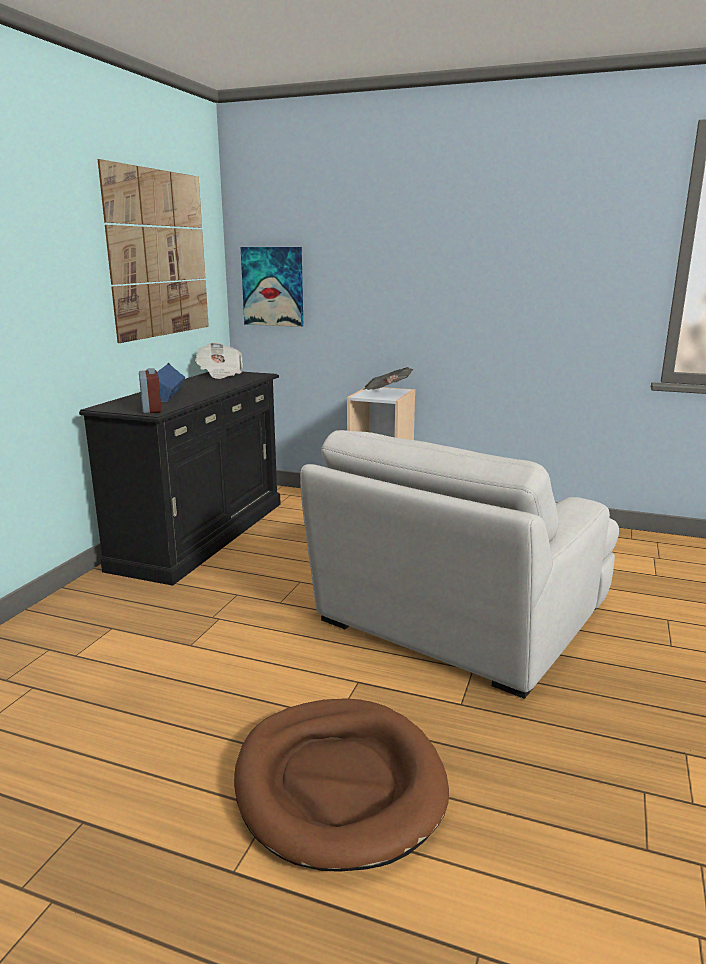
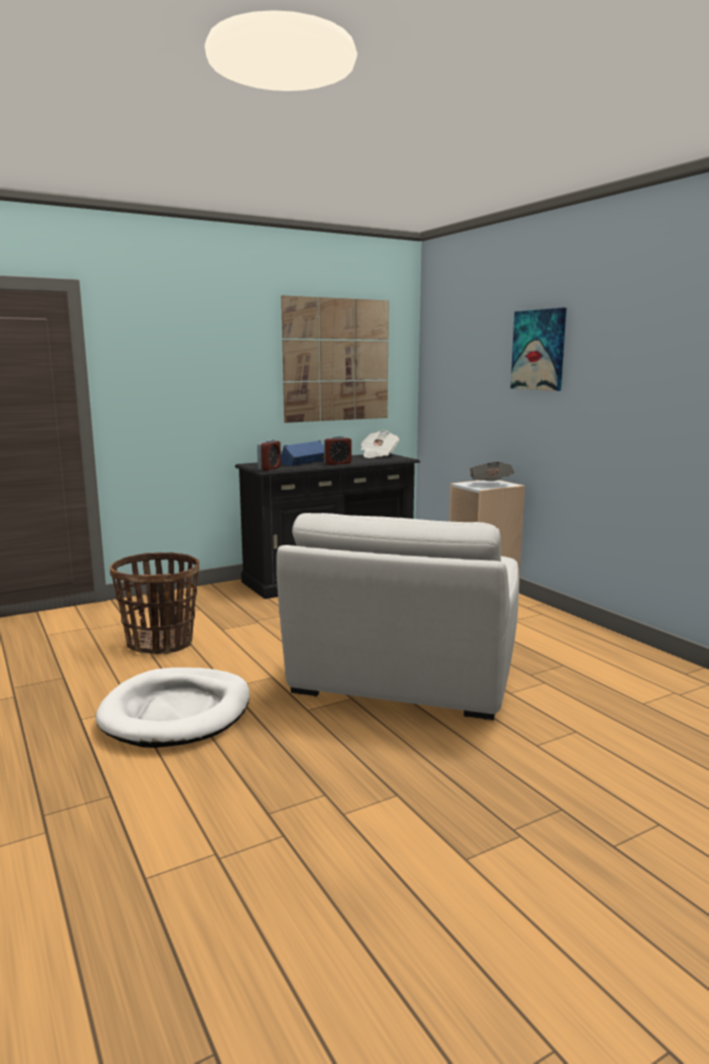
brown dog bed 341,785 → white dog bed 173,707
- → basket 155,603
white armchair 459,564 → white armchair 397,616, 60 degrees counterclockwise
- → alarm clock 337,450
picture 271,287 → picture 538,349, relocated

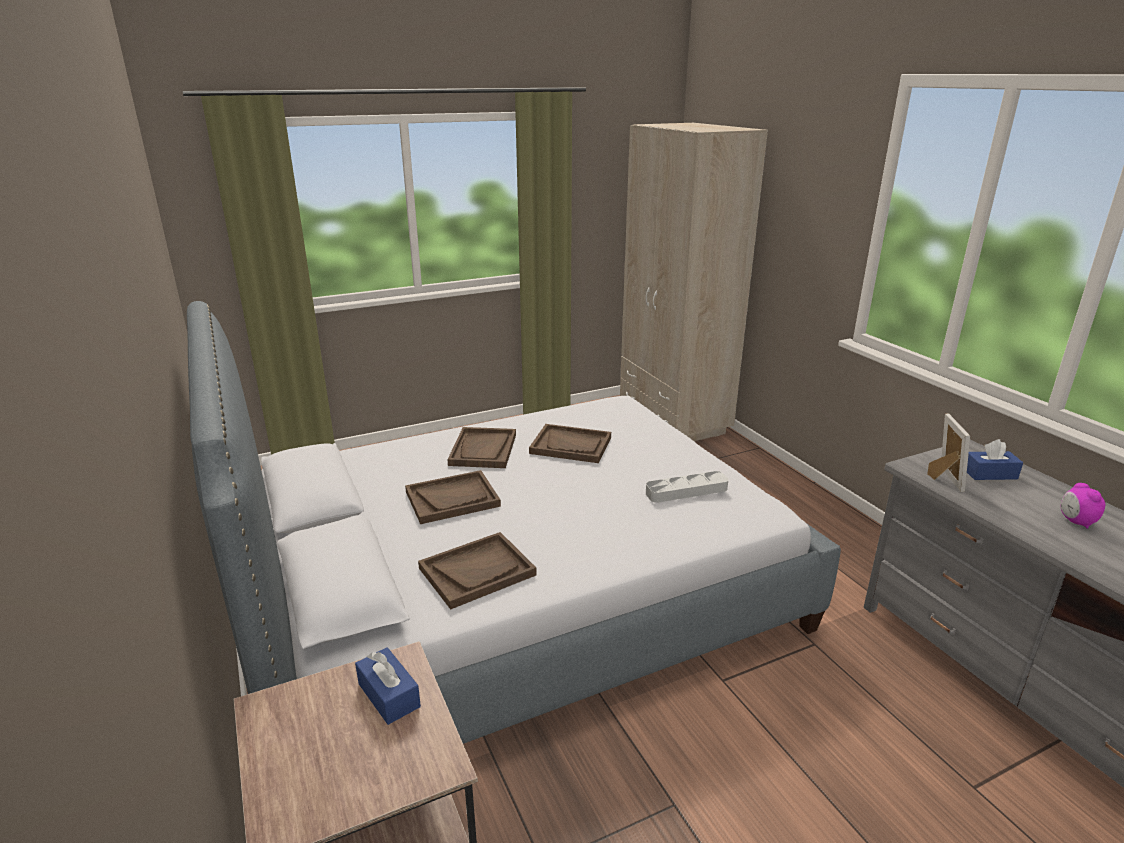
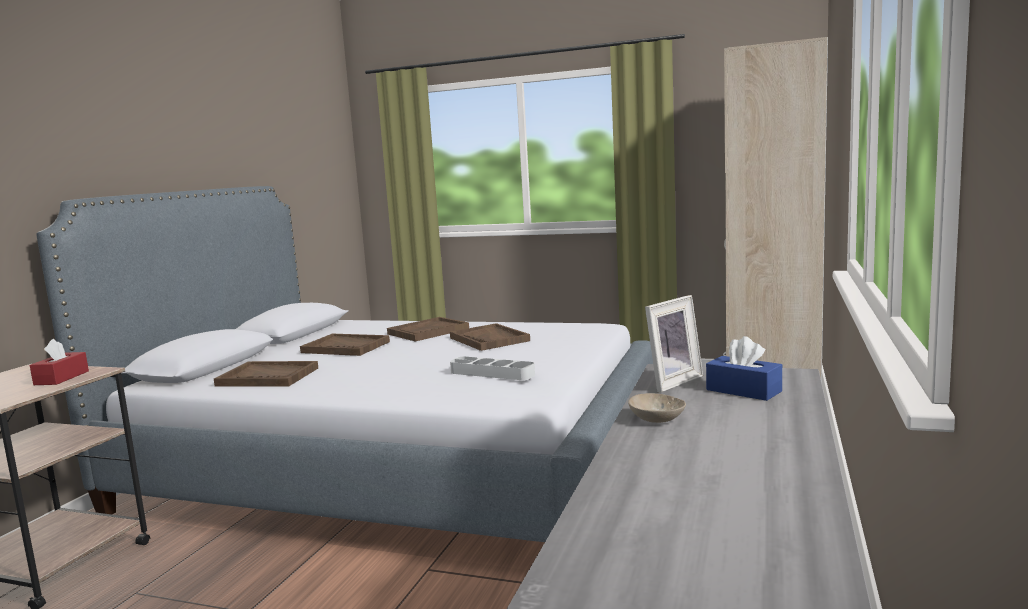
blue tissue box 388,686 → red tissue box 59,362
- → beige bowl 657,408
alarm clock 1083,506 → -

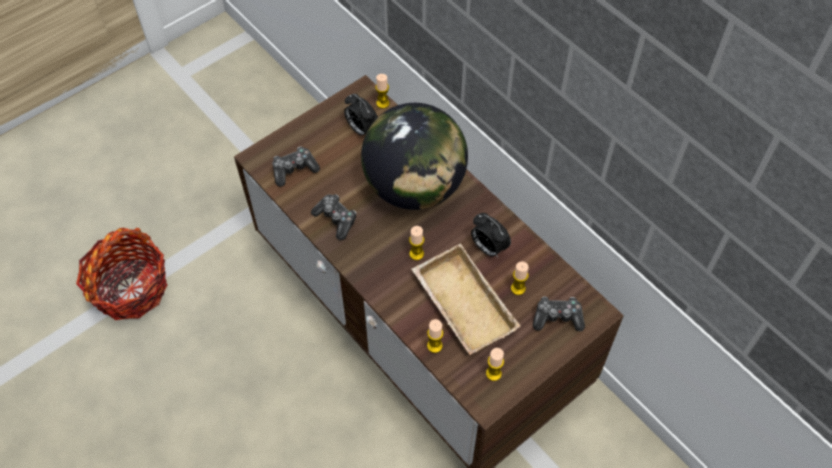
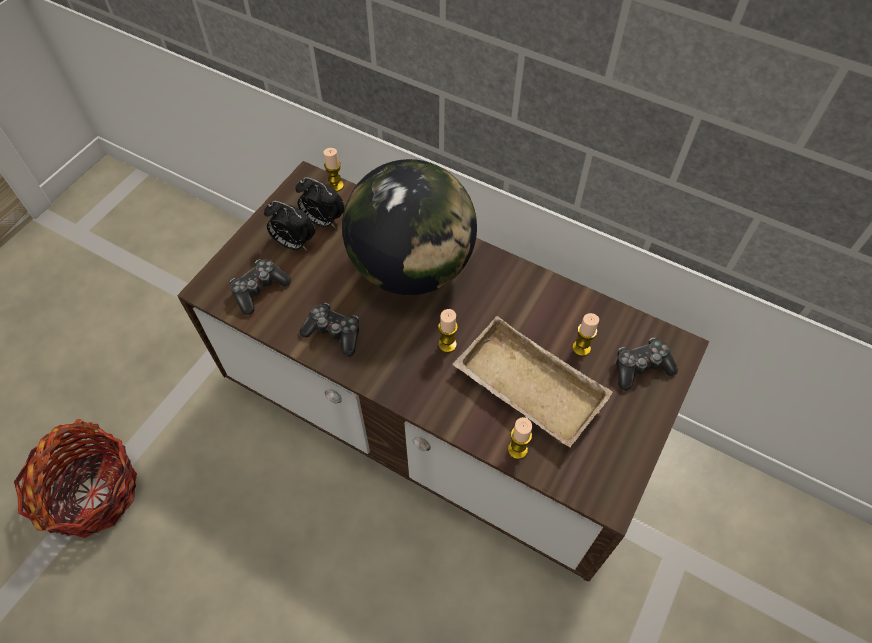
alarm clock 491,235 → alarm clock 289,225, relocated
candle 495,364 → -

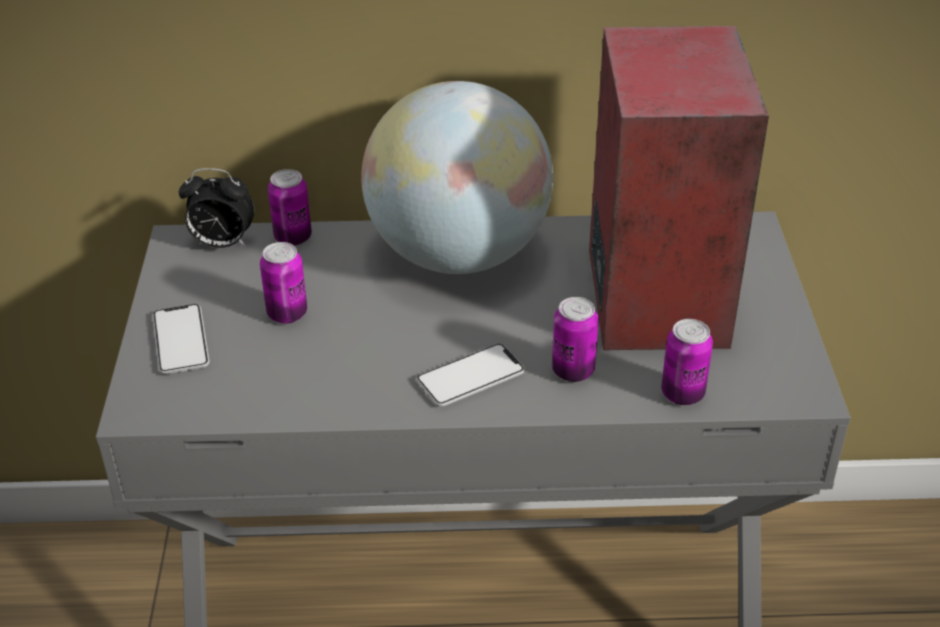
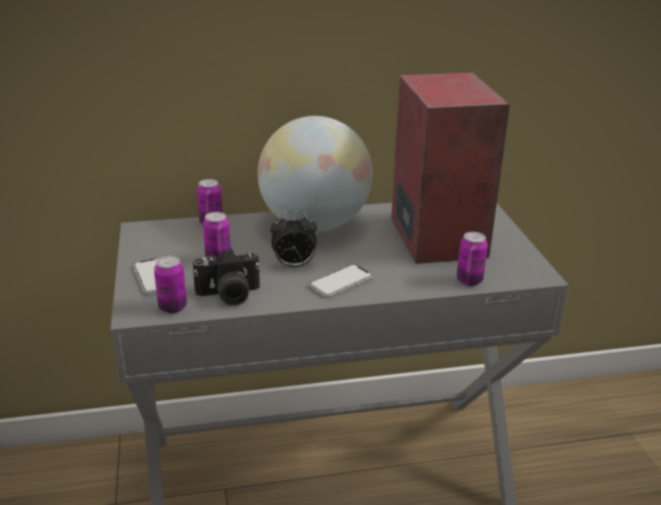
can 575,339 → can 170,285, relocated
- → photo camera 226,277
alarm clock 217,208 → alarm clock 293,239, relocated

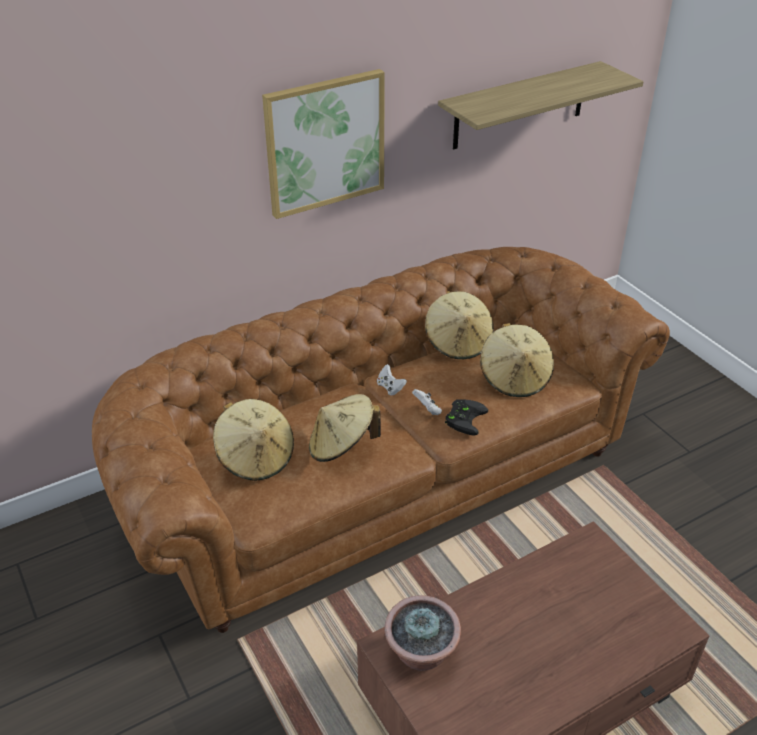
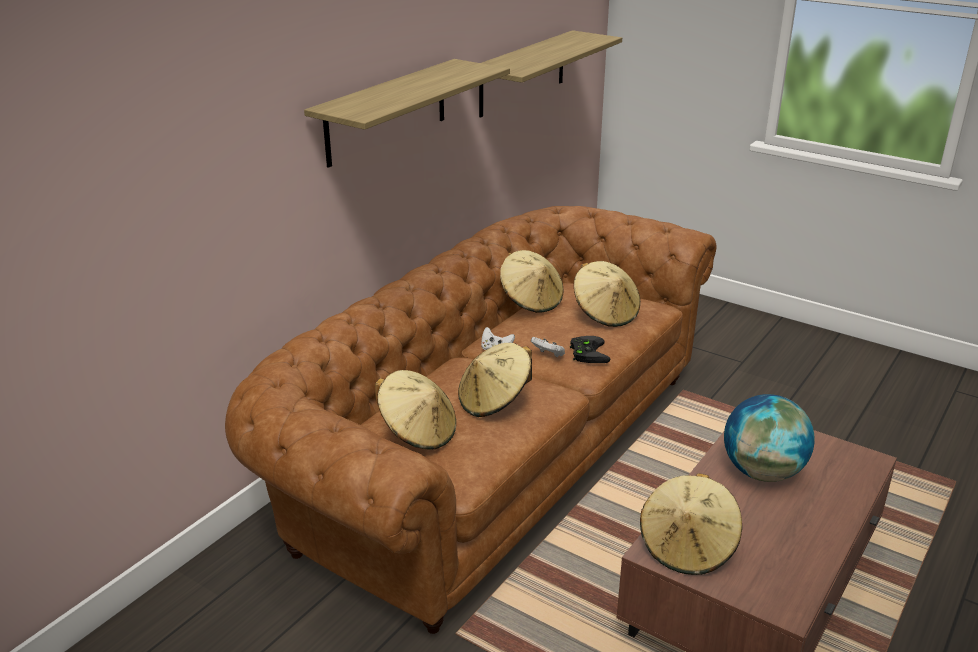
picture 323,144 → shelf 407,113
potted plant 423,633 → beige hat 691,524
- → globe 769,438

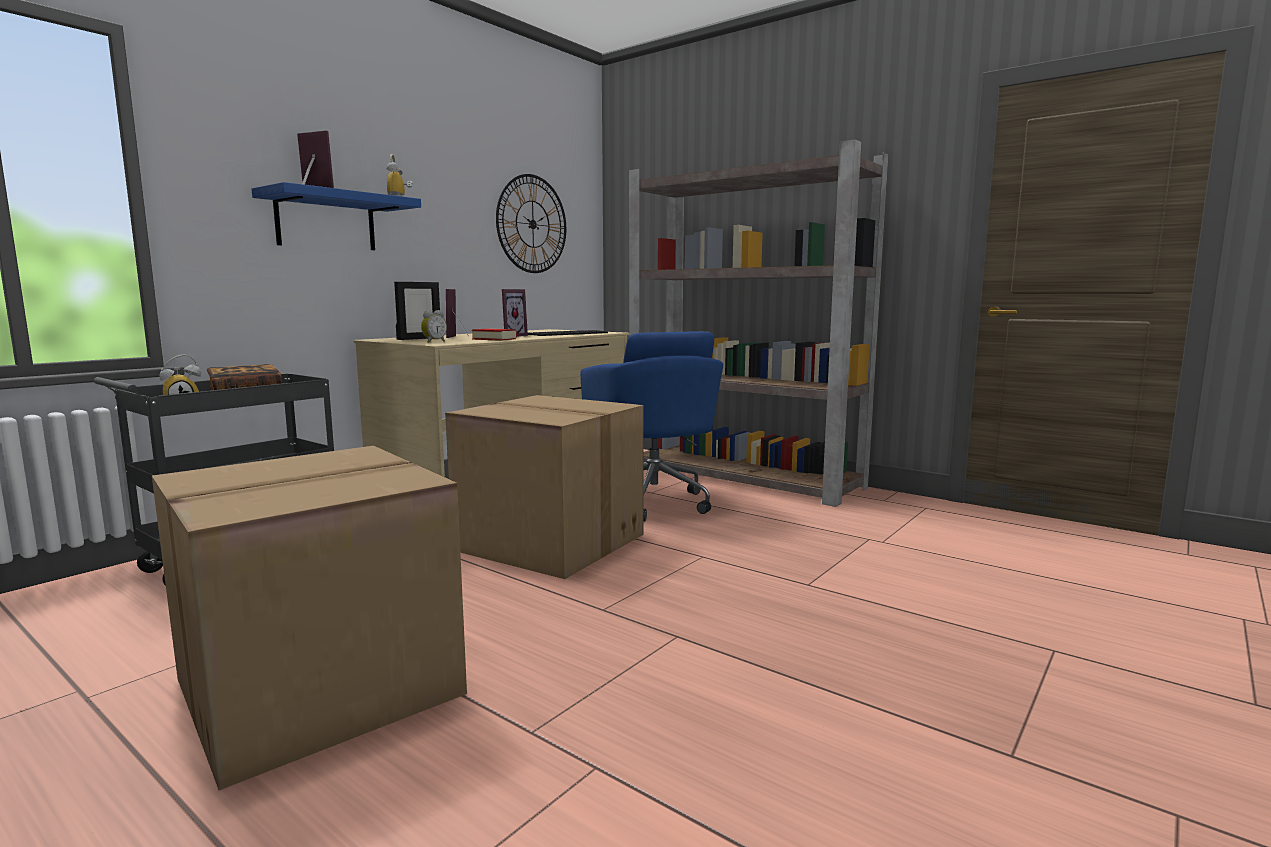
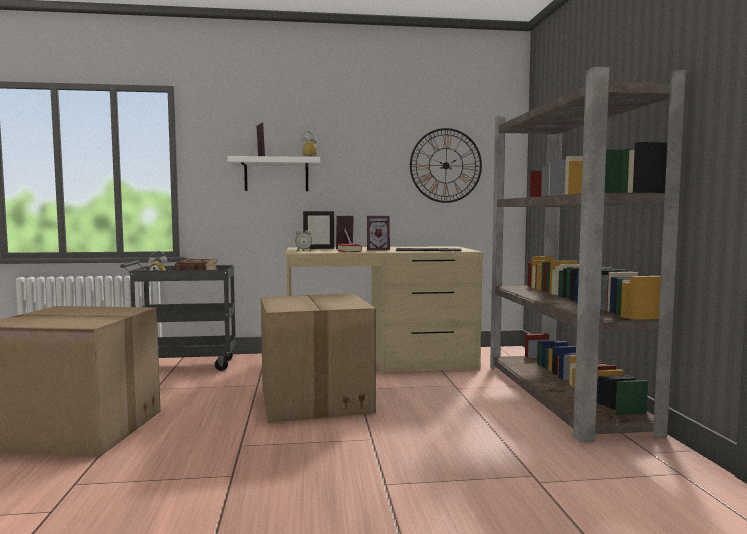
blue shelf 336,216 → white shelf 274,173
blue office chair 651,426 → -

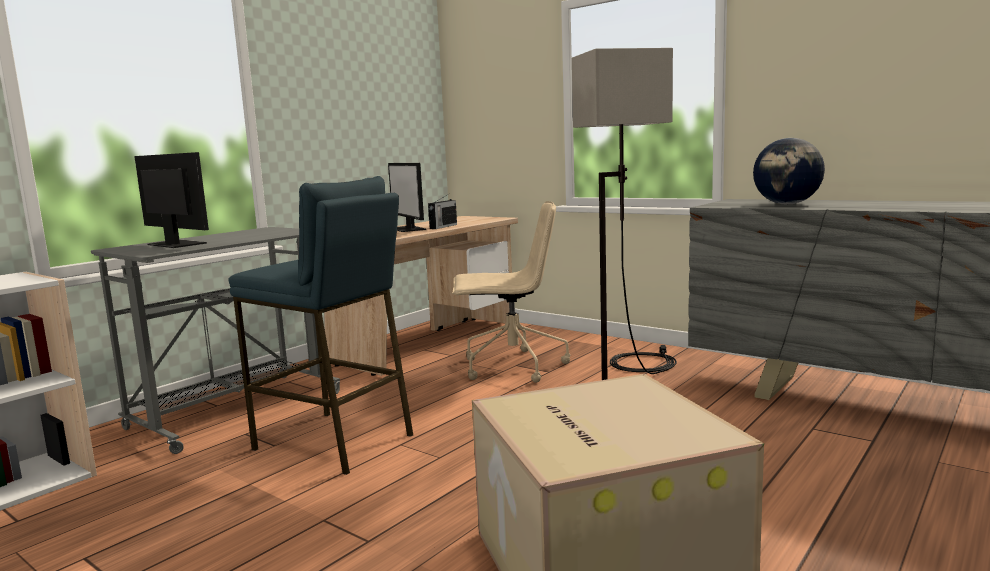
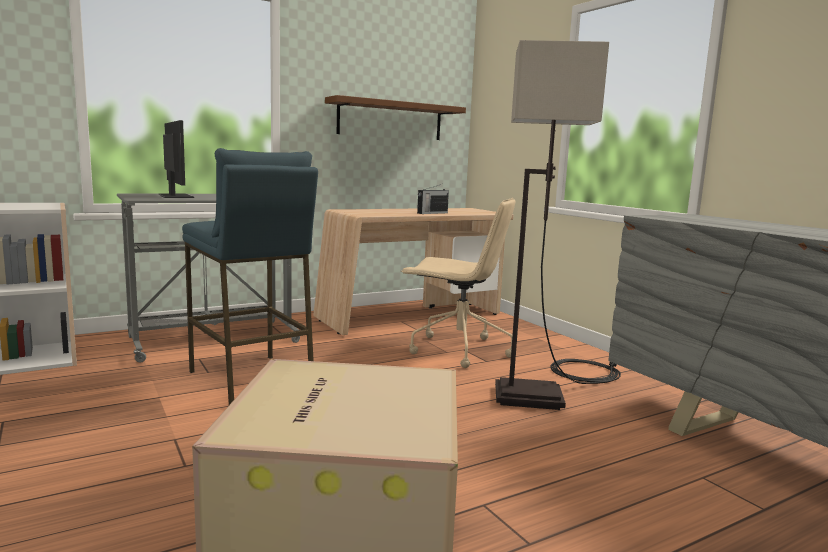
- → brown shelf 395,117
monitor 407,197 → -
globe 789,171 → -

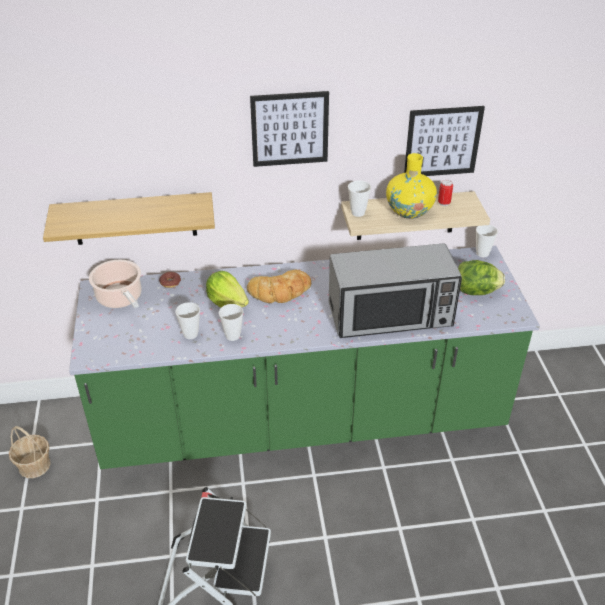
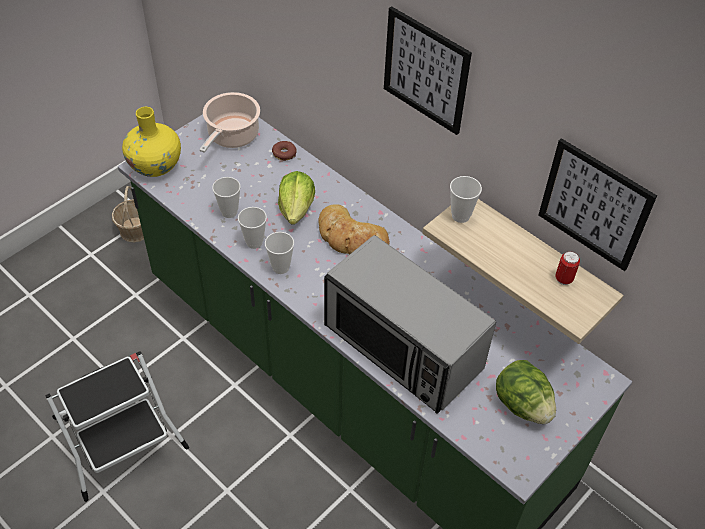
yellow vase 411,186 → yellow vase 151,142, relocated
cup 487,241 → cup 279,253, relocated
shelf 129,218 → -

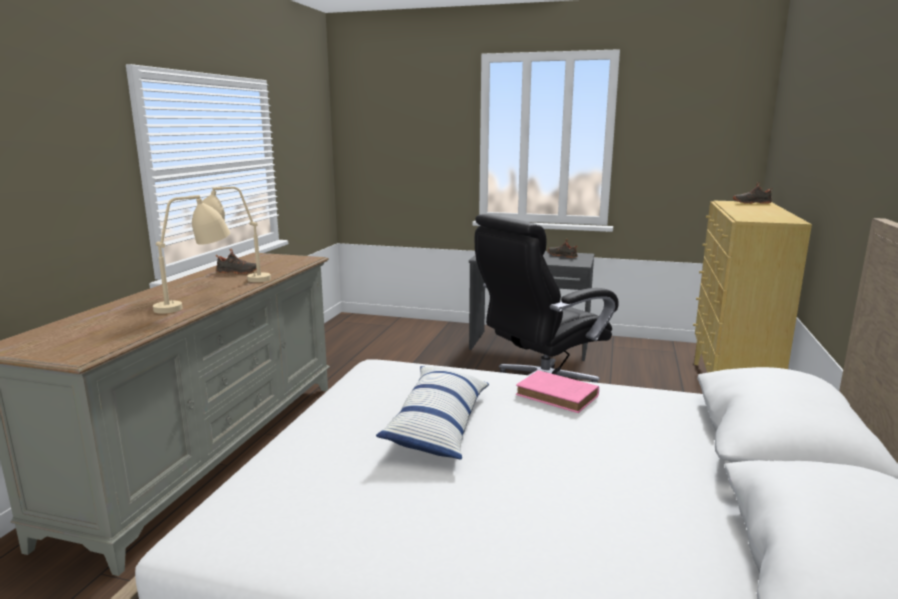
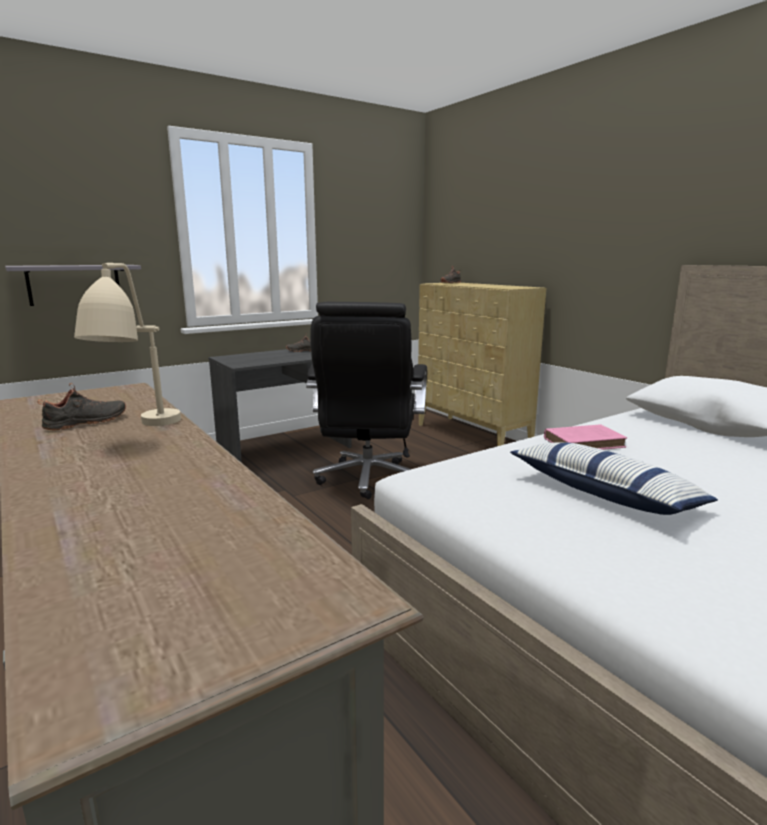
- → grey shelf 73,285
beige table lamp 191,254 → -

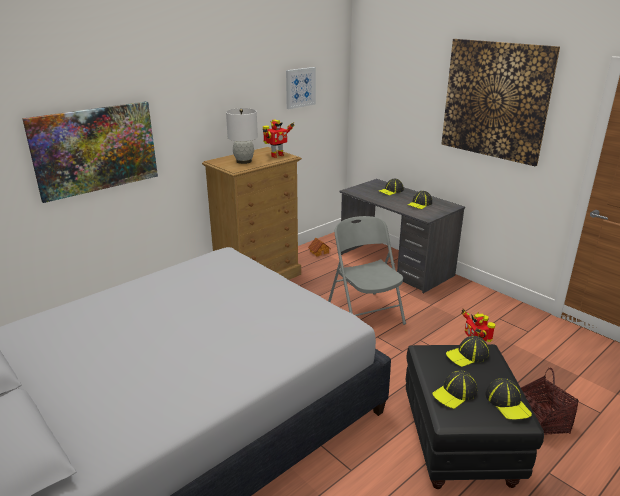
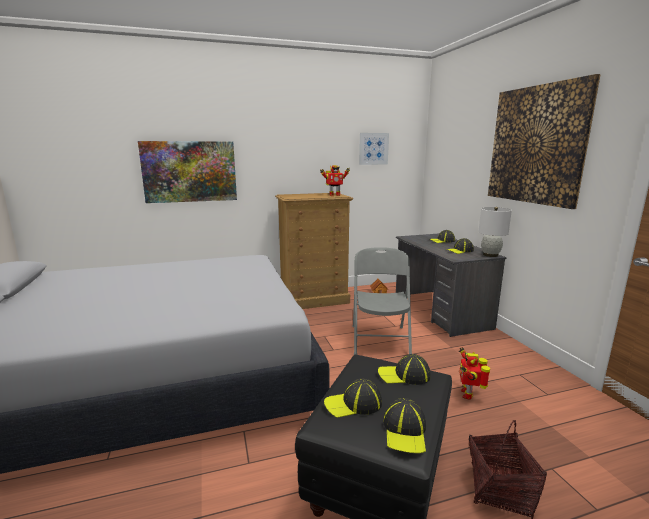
white table lamp 242,136 → white table lamp 495,232, relocated

